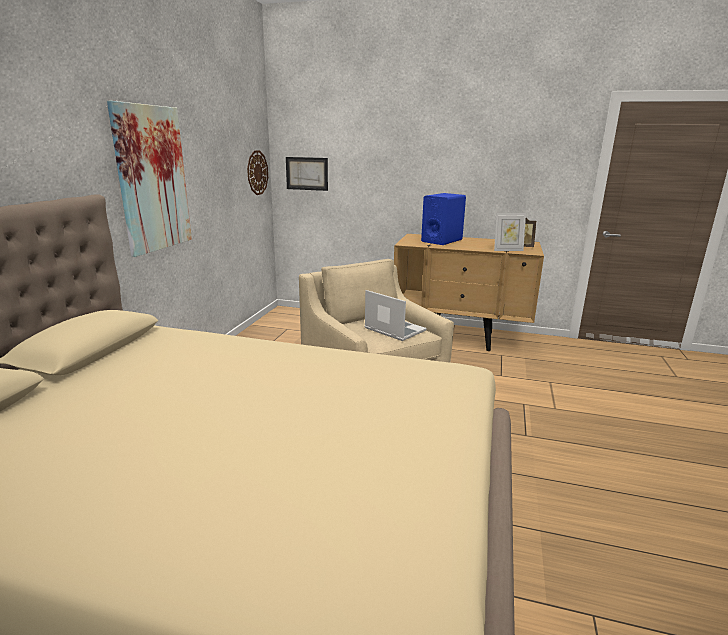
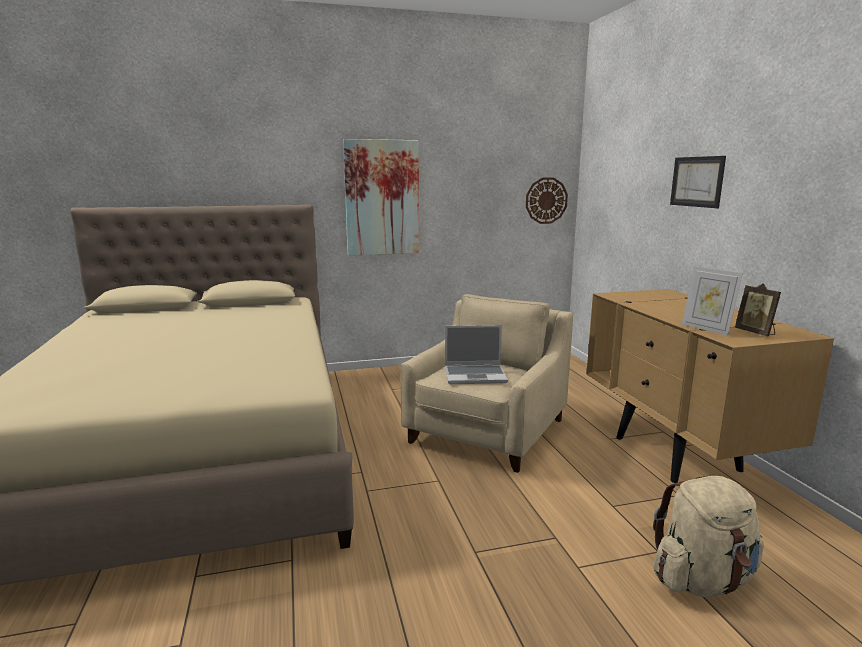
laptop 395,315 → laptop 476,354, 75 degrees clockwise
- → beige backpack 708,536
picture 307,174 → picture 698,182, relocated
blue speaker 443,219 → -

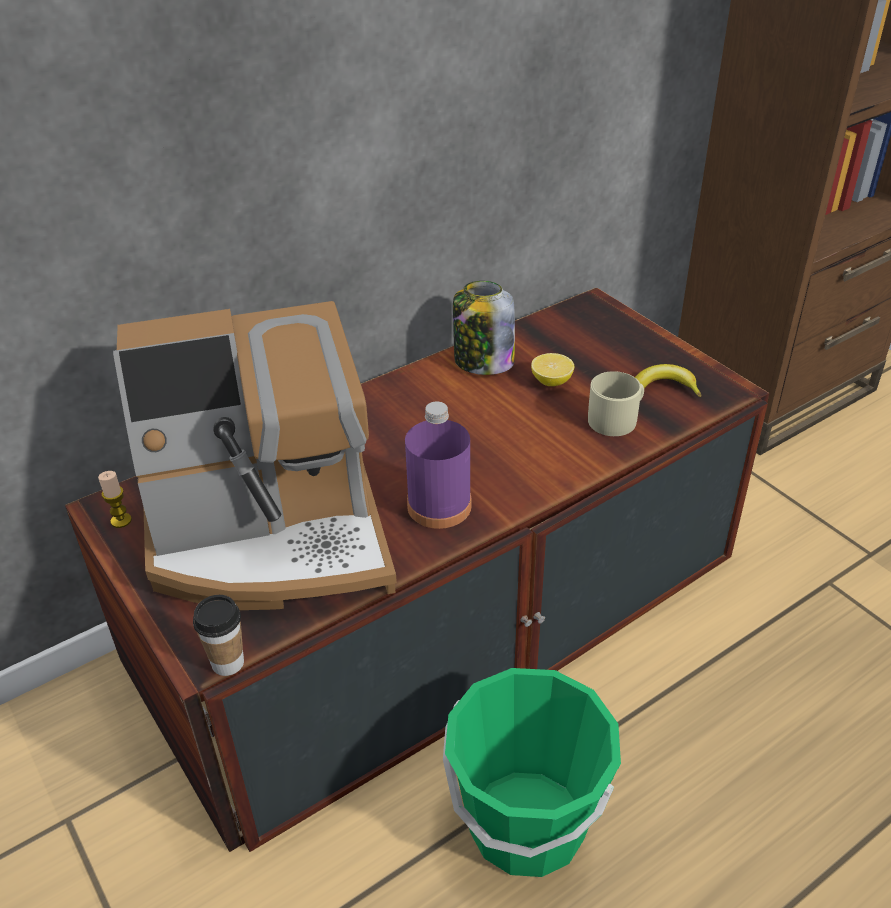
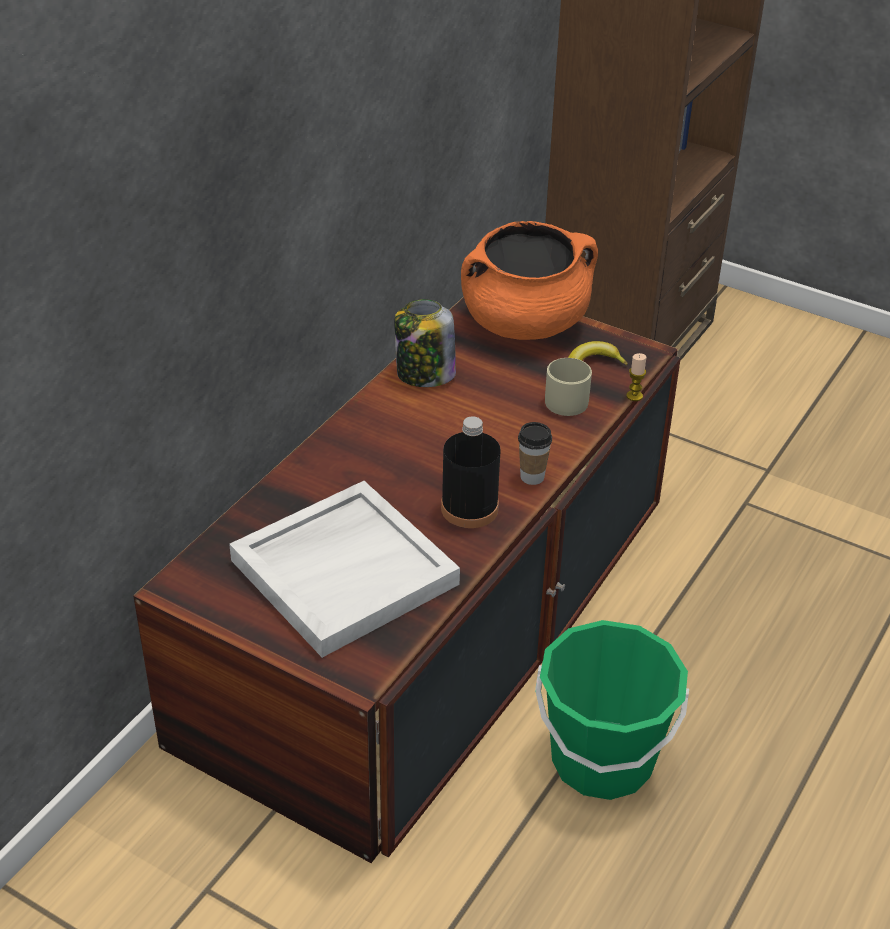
coffee machine 255,455 → white tray 344,569
purple bottle 438,465 → black bottle 471,472
- → orange cooking pot 529,280
cup 218,635 → cup 535,453, relocated
candle 115,499 → candle 636,377, relocated
lemon 552,369 → -

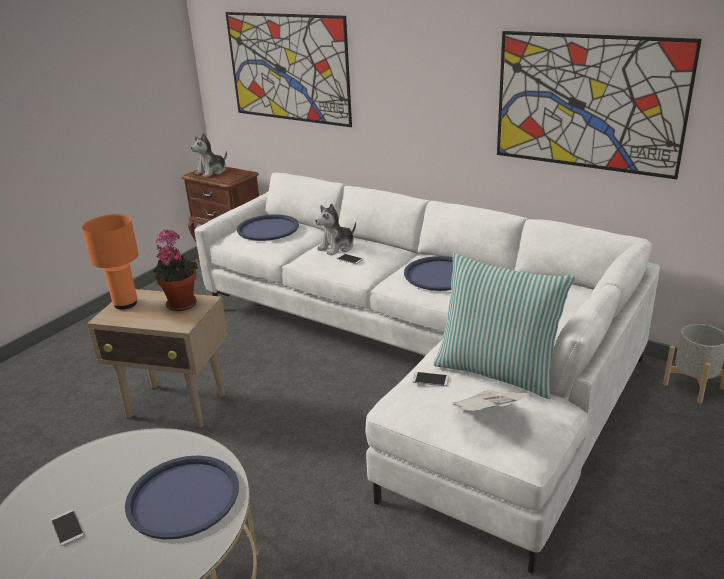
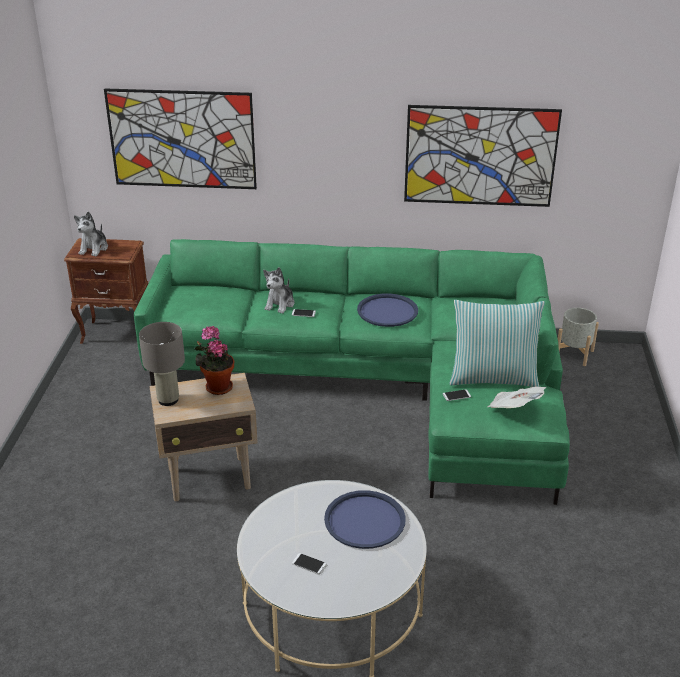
white sofa 427,373 → green sofa 352,372
orange table lamp 110,262 → grey table lamp 162,364
blue tray 268,227 → -

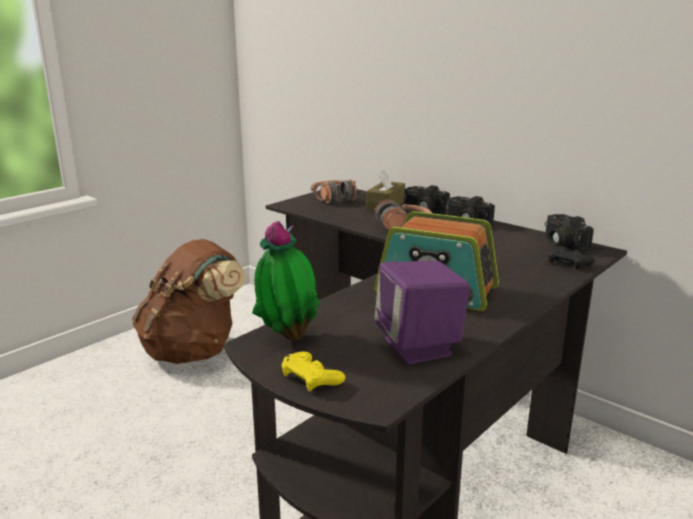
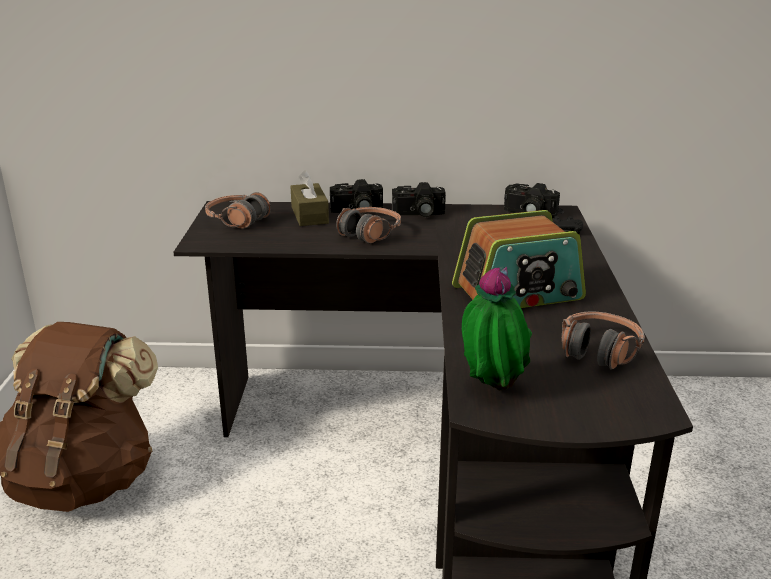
purple speaker 422,313 → headphones 603,341
yellow game controller 313,371 → -

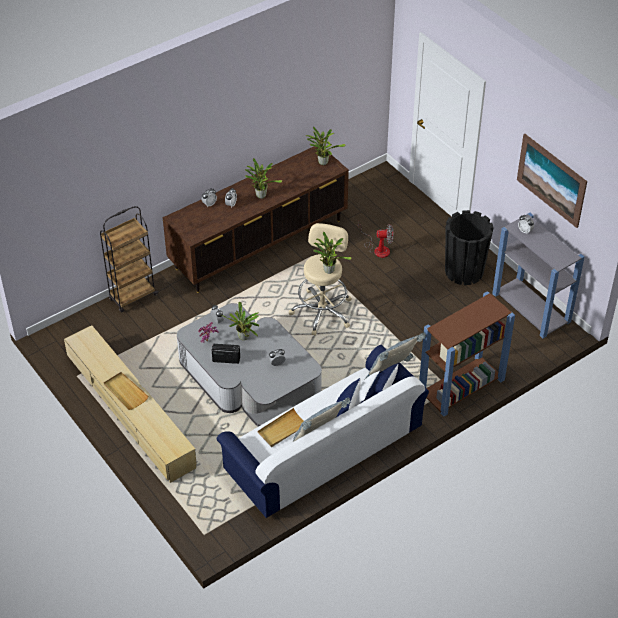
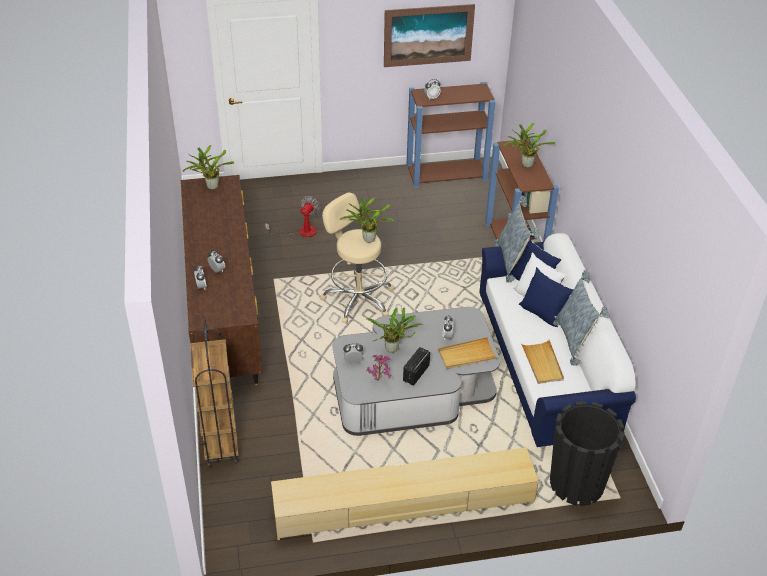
grey bookcase 538,275 → brown bookcase 451,135
beige tray 126,391 → beige tray 467,353, relocated
potted plant 263,178 → potted plant 529,145, relocated
black planter 469,247 → black planter 587,453, relocated

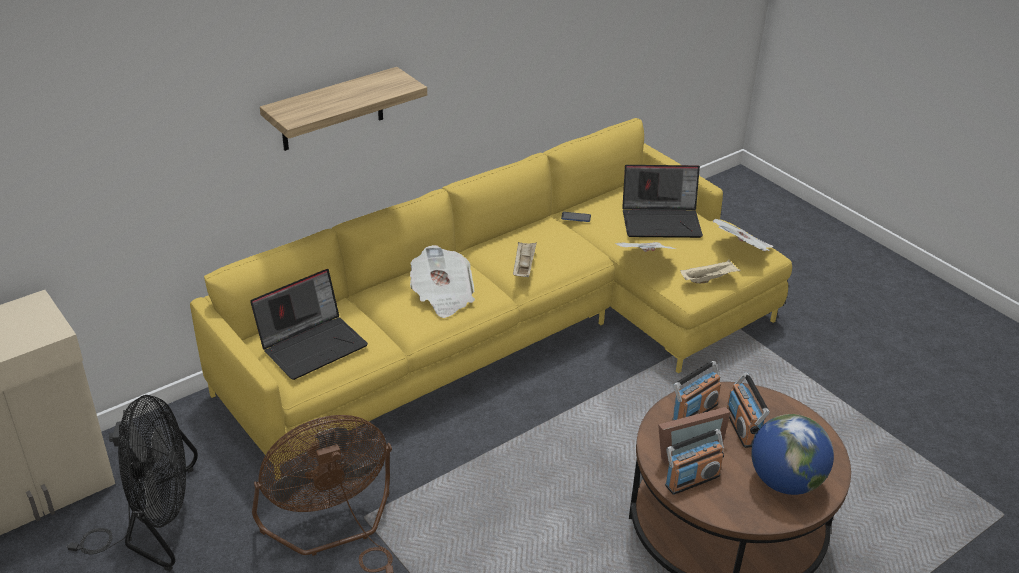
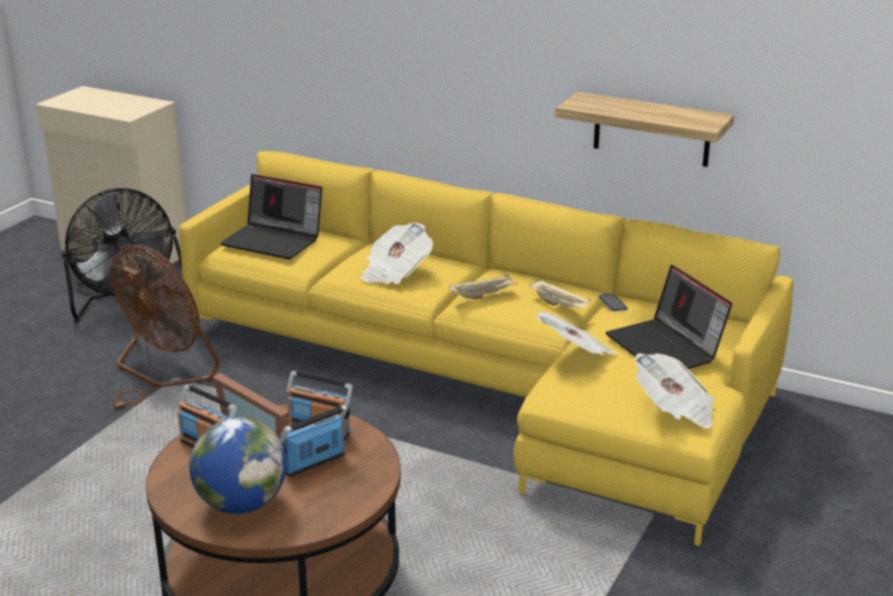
beige tray 710,271 → beige tray 560,294, relocated
shelf 343,109 → shelf 644,129, relocated

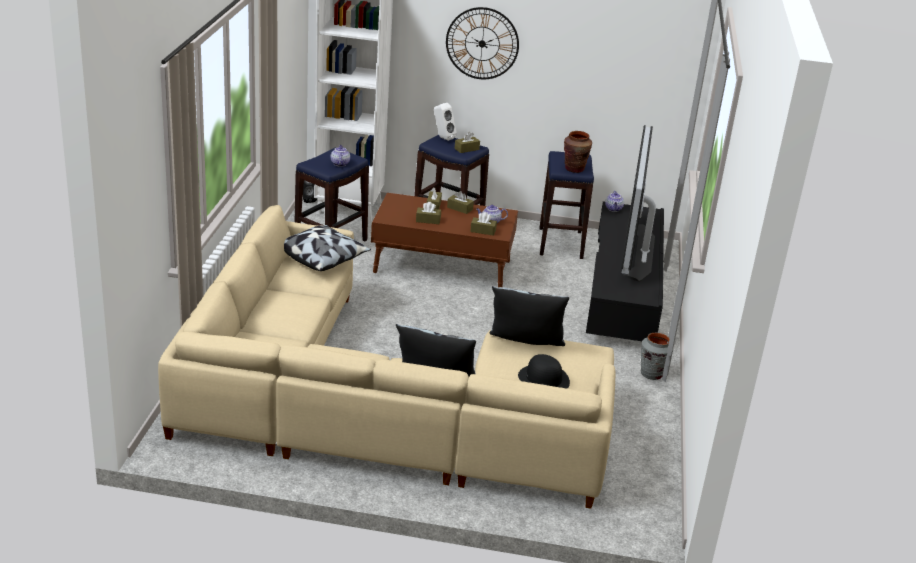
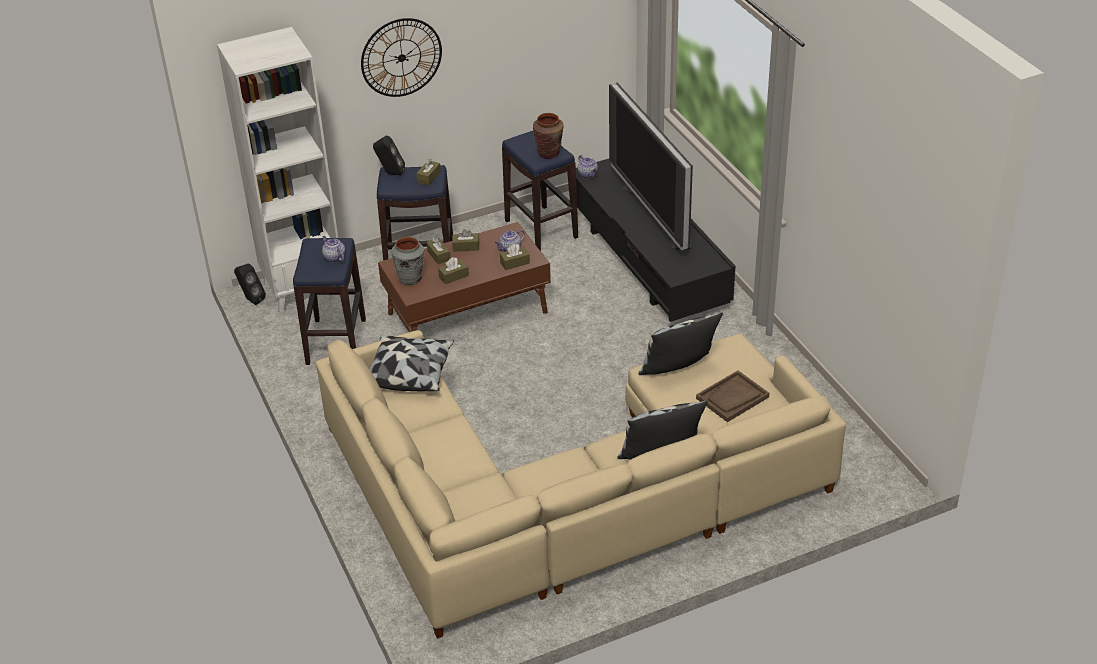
white speaker 445,122 → black speaker 389,156
grey vase 657,356 → grey vase 407,261, relocated
black hat 544,371 → brown tray 732,396

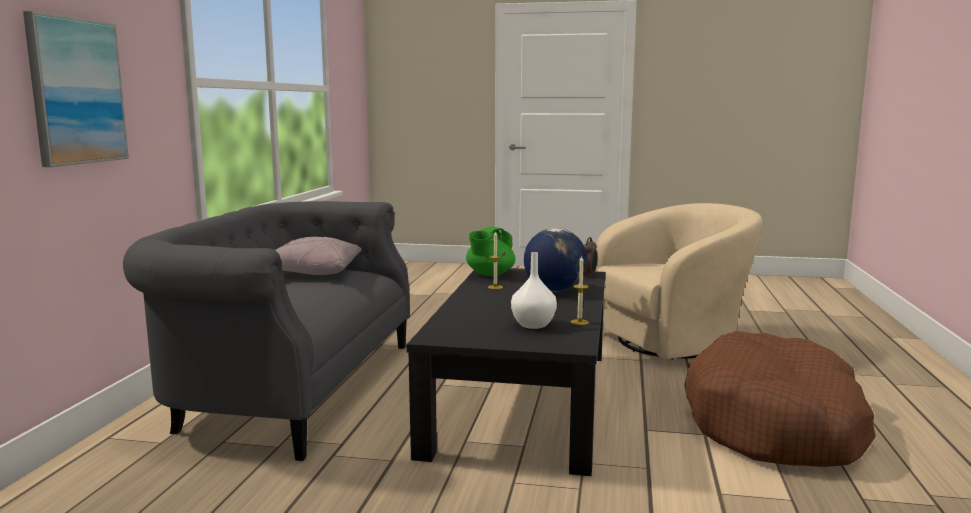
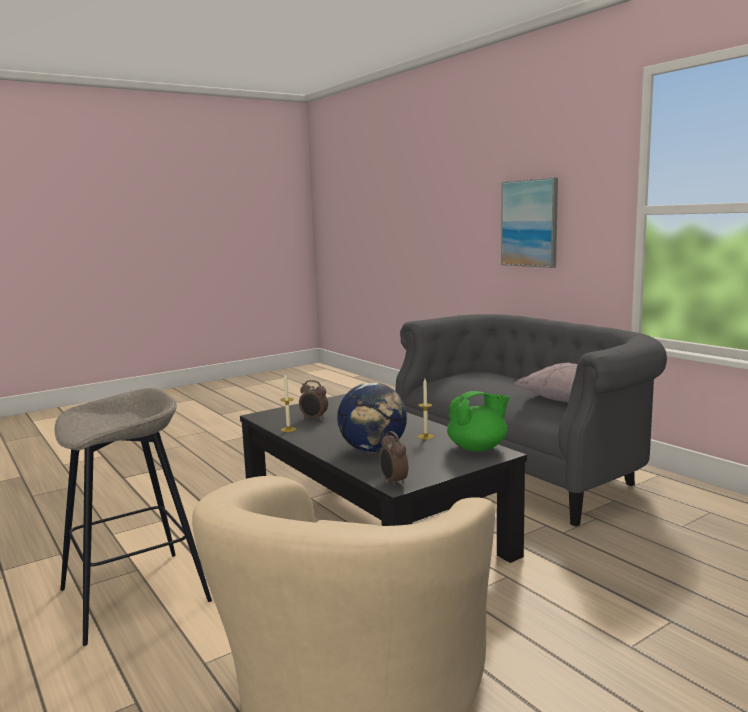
brown dog bed 780,399 → grey stool 133,517
white vase 534,290 → alarm clock 313,400
green teapot 490,251 → green teapot 478,421, 75 degrees clockwise

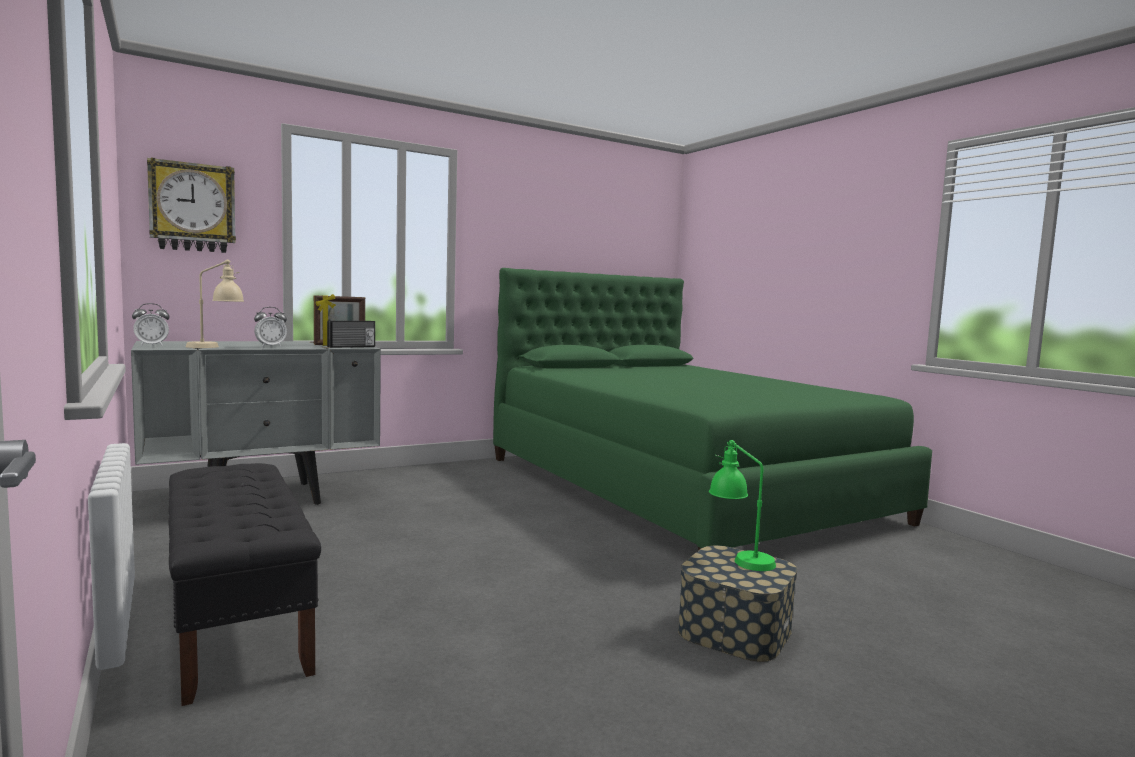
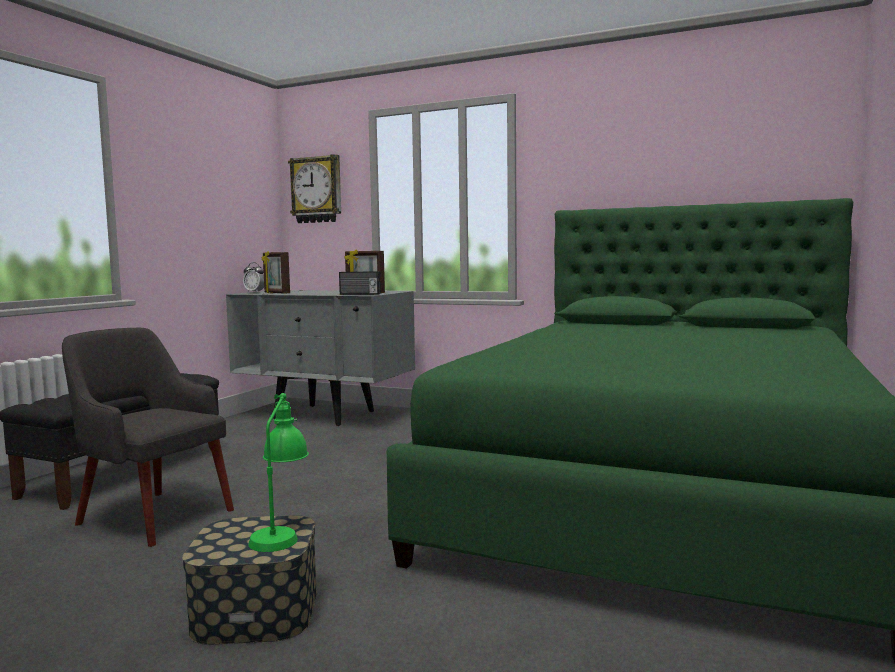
- → grey armchair 148,437
beige table lamp 215,304 → picture frame 276,272
alarm clock 270,327 → -

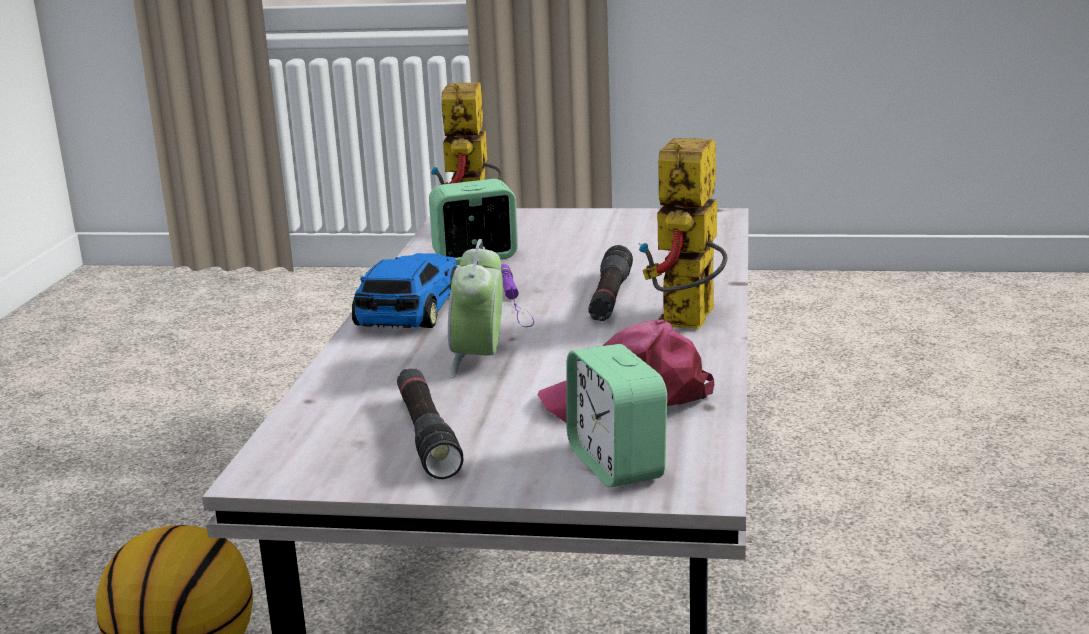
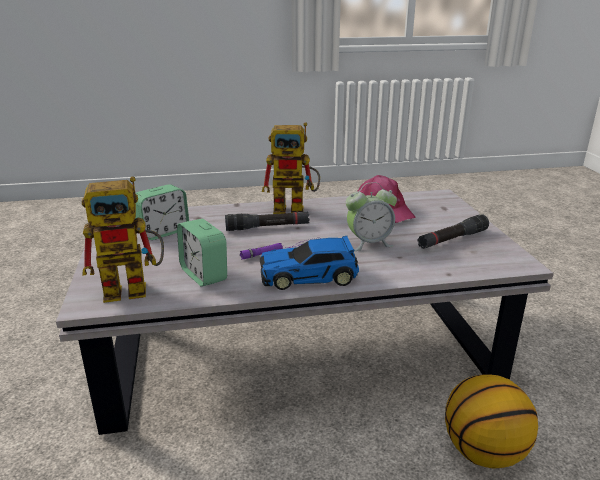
alarm clock 616,415 → alarm clock 162,212, relocated

